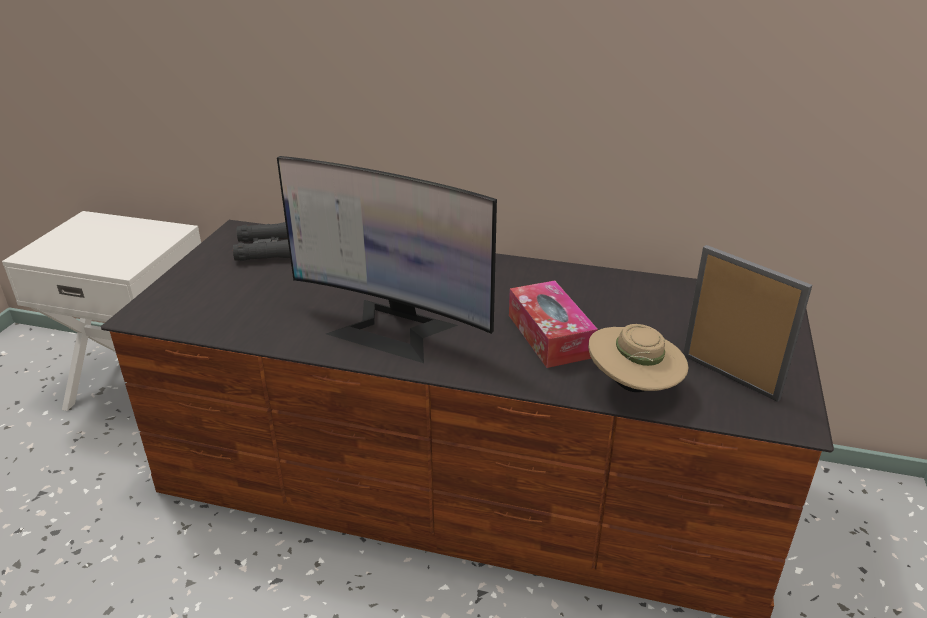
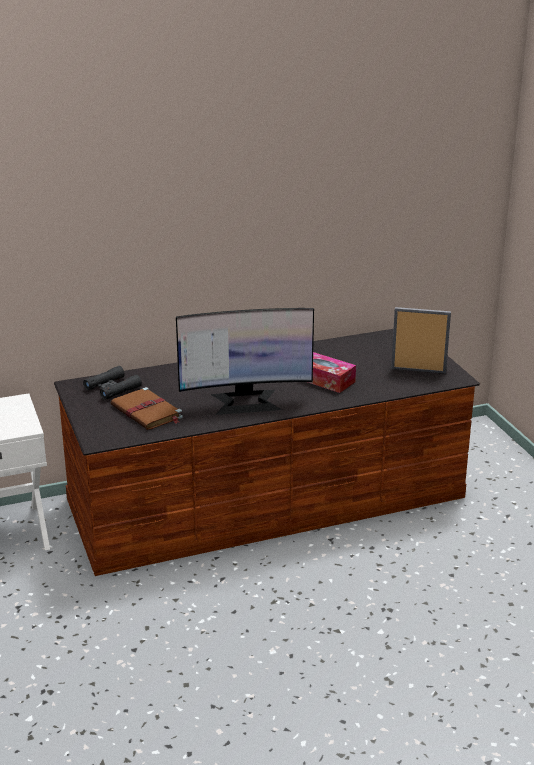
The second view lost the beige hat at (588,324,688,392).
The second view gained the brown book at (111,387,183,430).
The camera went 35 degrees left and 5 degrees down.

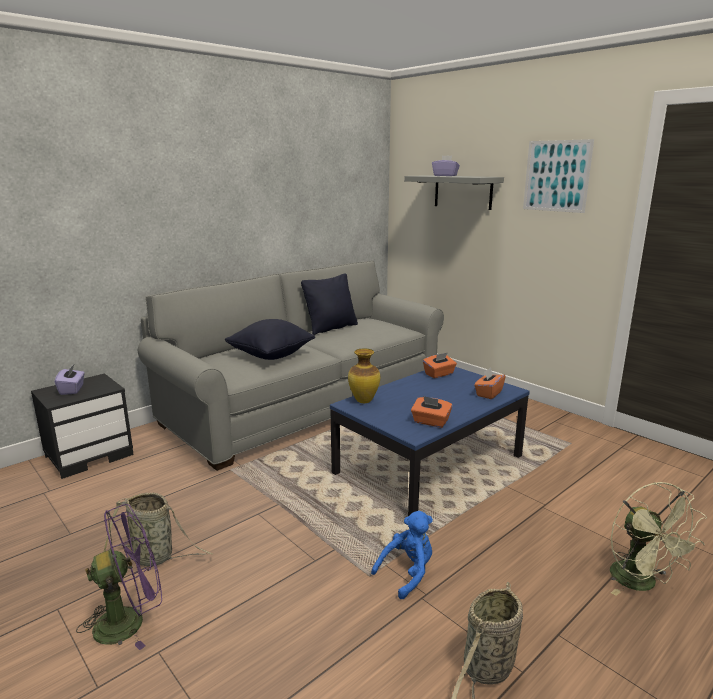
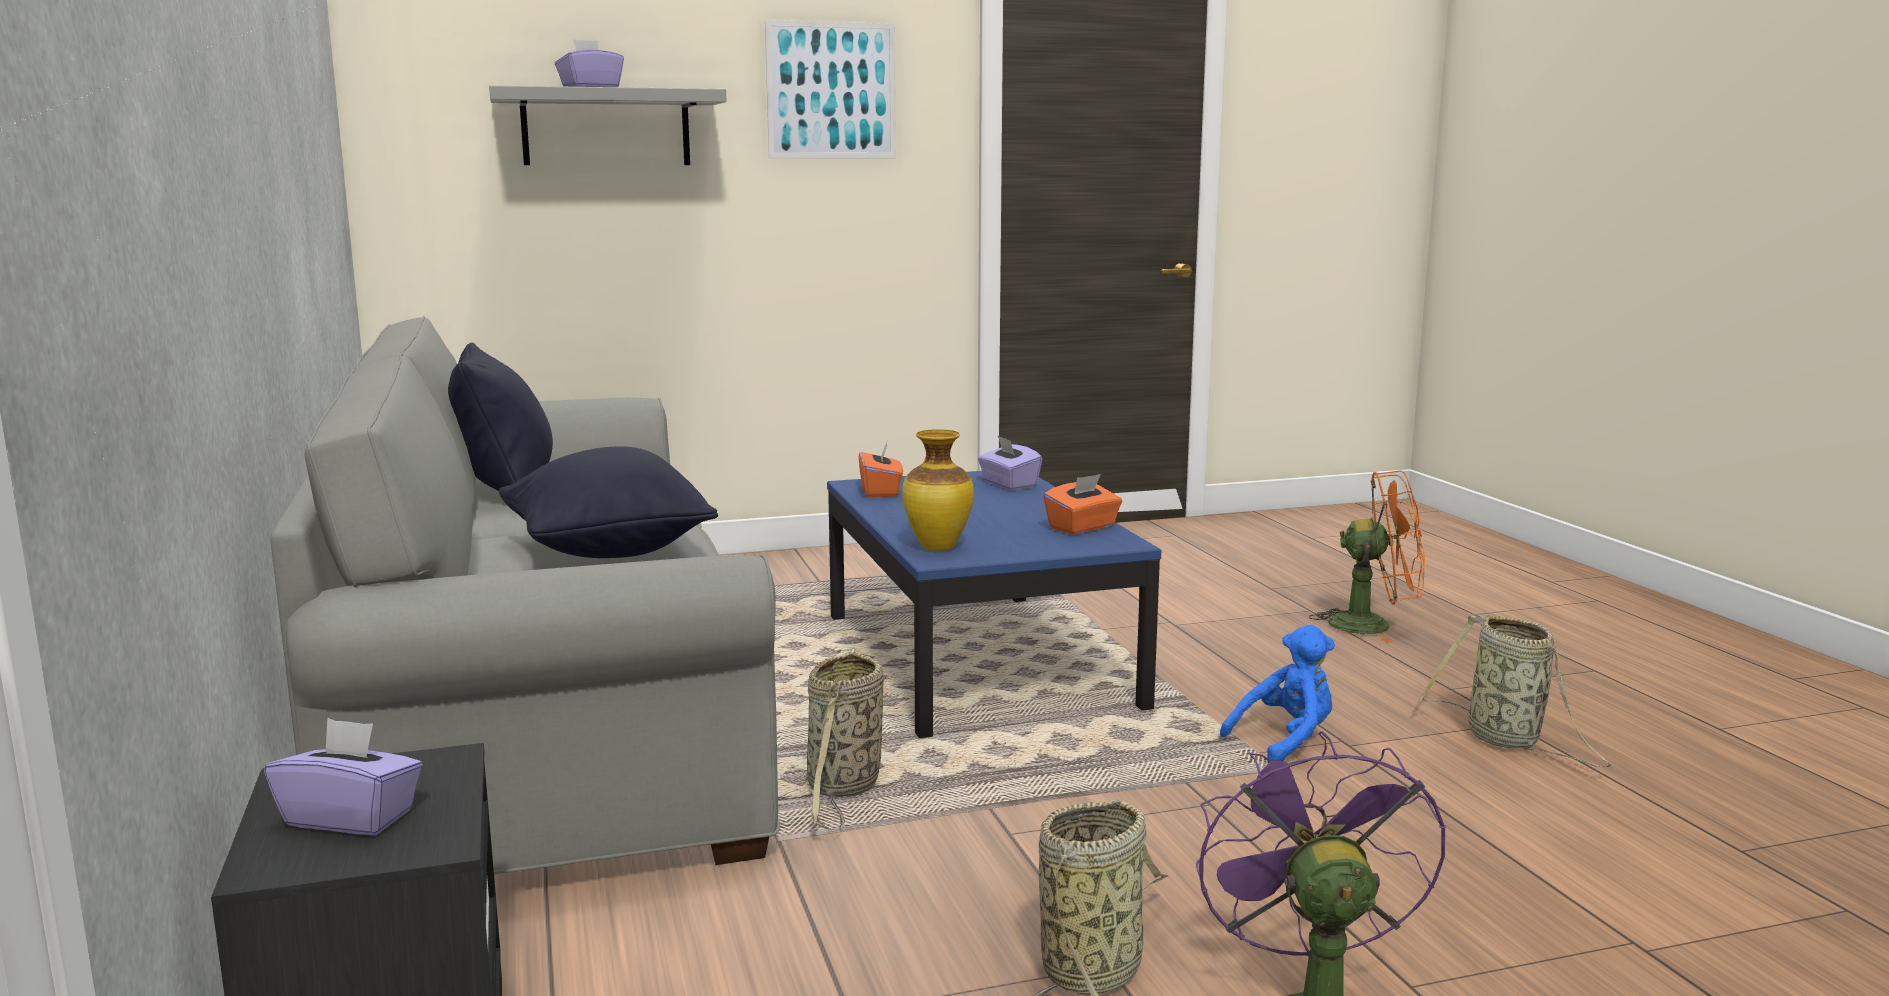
The second view gained the basket at (807,648,884,831).
What was the orange tissue box at (474,368,506,399) turned into the purple tissue box at (978,436,1042,491).
What was the green fan at (610,482,707,596) turned into the orange fan at (1309,471,1425,643).
The blue plush toy at (371,511,433,599) ended up facing another way, 75 degrees clockwise from before.
The camera went 65 degrees left and 5 degrees down.

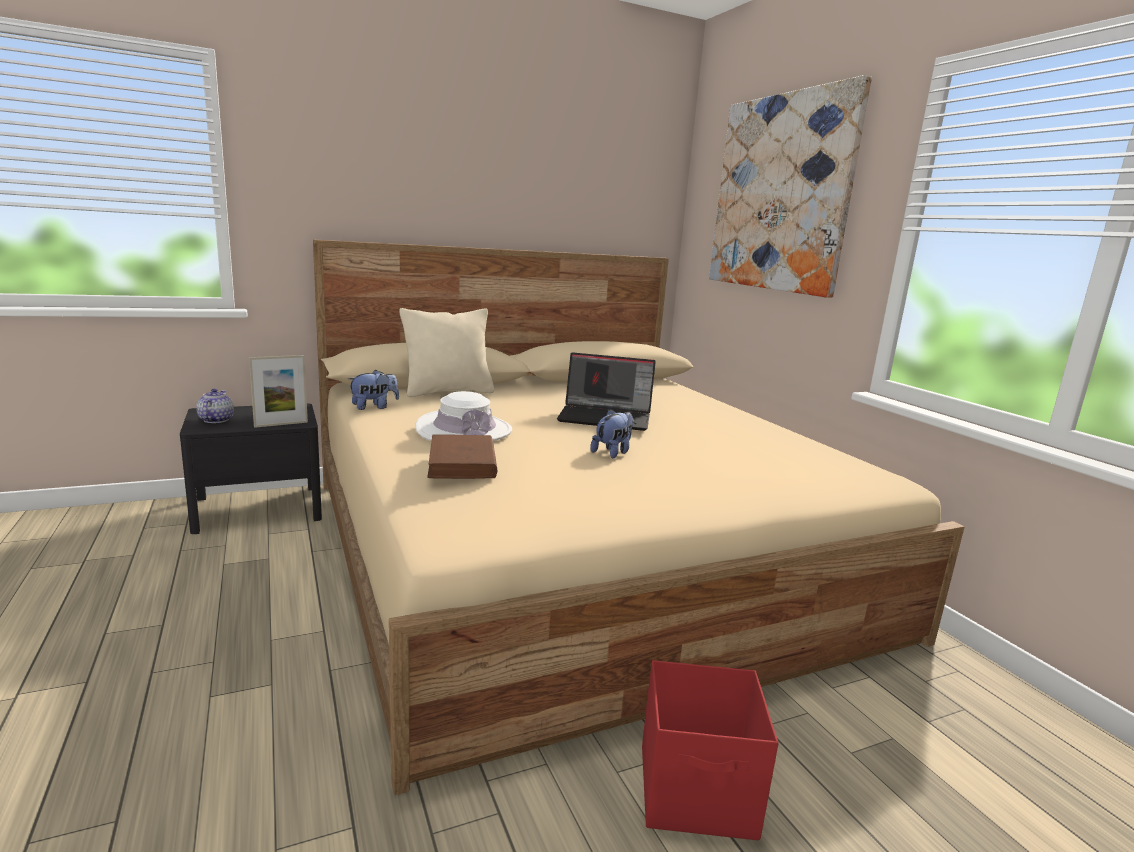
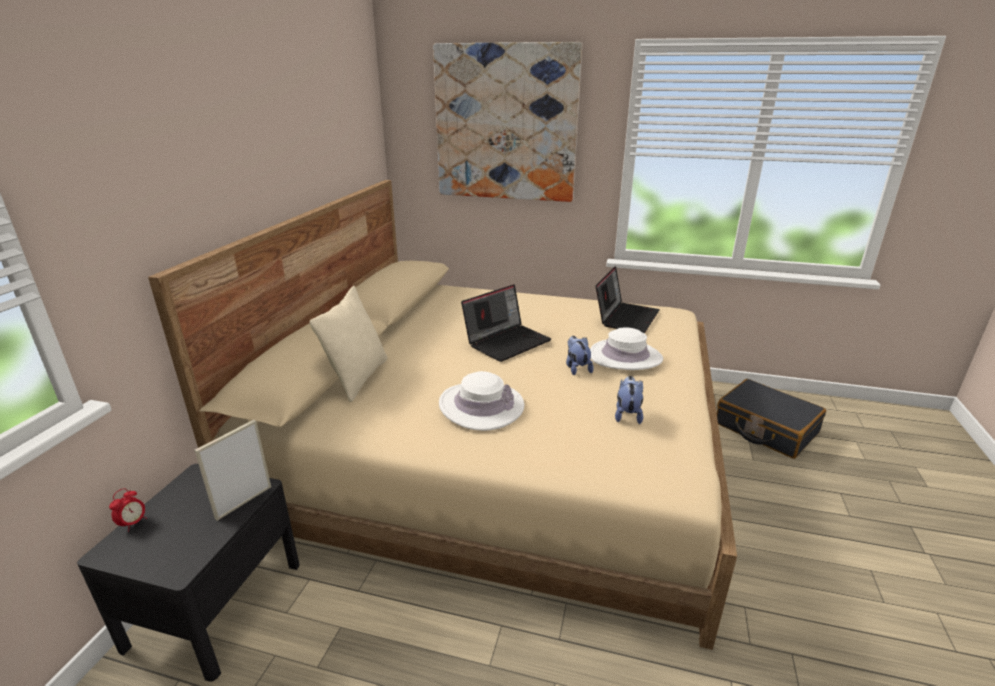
The second view lost the teapot at (196,389,234,423).
The second view lost the brown book at (427,434,498,479).
The second view lost the red storage box at (642,660,779,840).
The second view gained the alarm clock at (109,488,147,532).
The second view gained the white hat at (590,327,663,370).
The second view gained the laptop at (596,266,660,334).
The second view gained the black suitcase at (717,379,826,459).
The plush toy ended up elsewhere, having gone from (348,370,399,410) to (615,376,643,424).
The picture frame at (249,355,308,428) ended up facing another way, 150 degrees counterclockwise from before.
The camera went 50 degrees left and 10 degrees up.

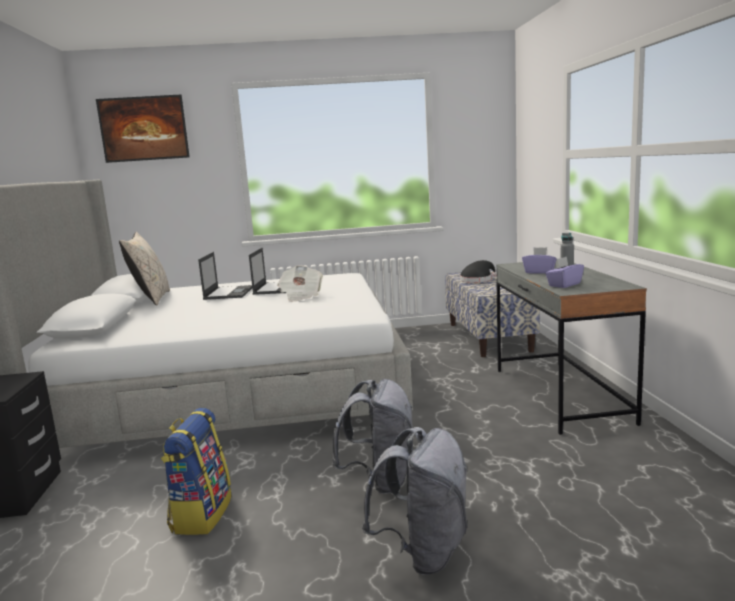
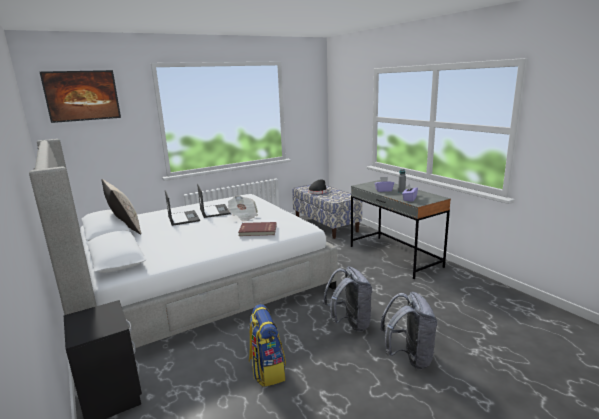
The second view gained the red book at (238,222,277,236).
The camera went 25 degrees left and 5 degrees up.

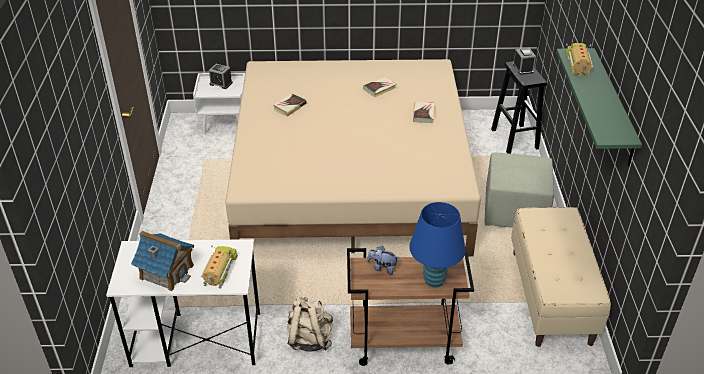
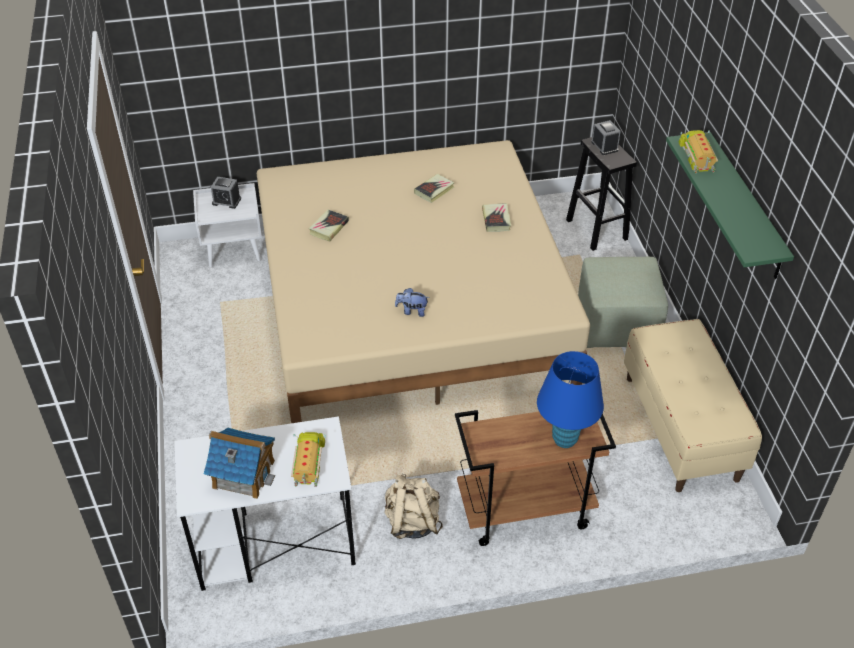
The plush toy ended up elsewhere, having gone from (367,246,399,275) to (395,288,429,317).
The camera went 10 degrees left and 5 degrees up.

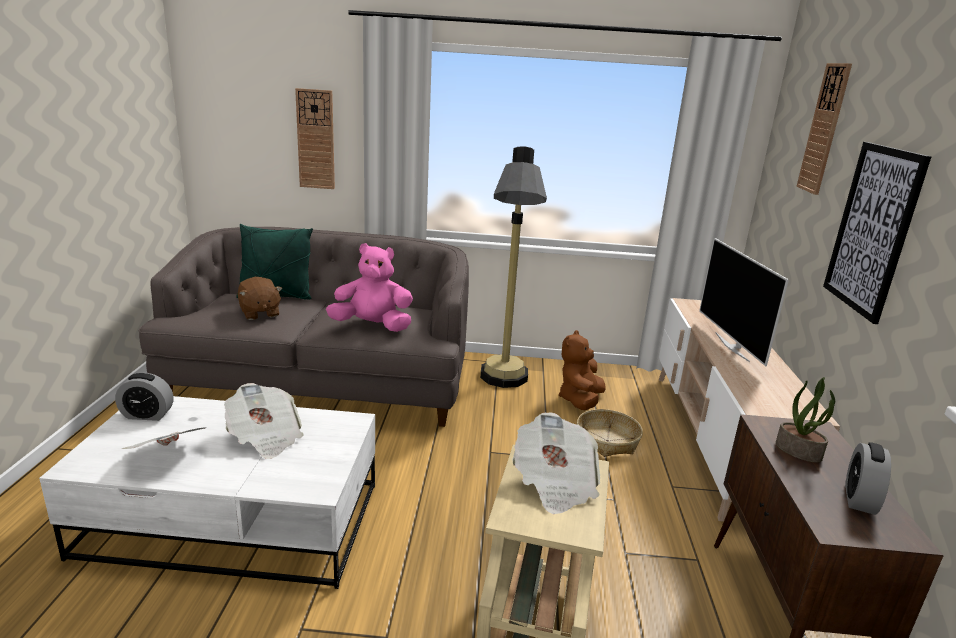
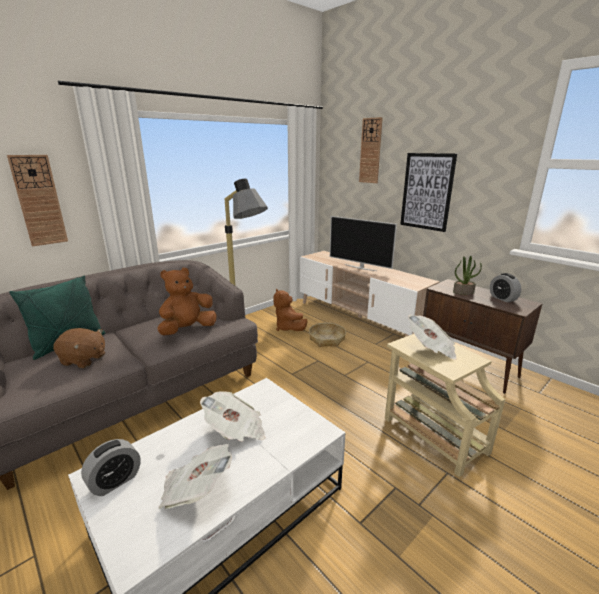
What was the pink plush toy at (326,243,413,332) turned into the brown plush toy at (157,268,216,335).
The camera went 45 degrees left and 0 degrees up.

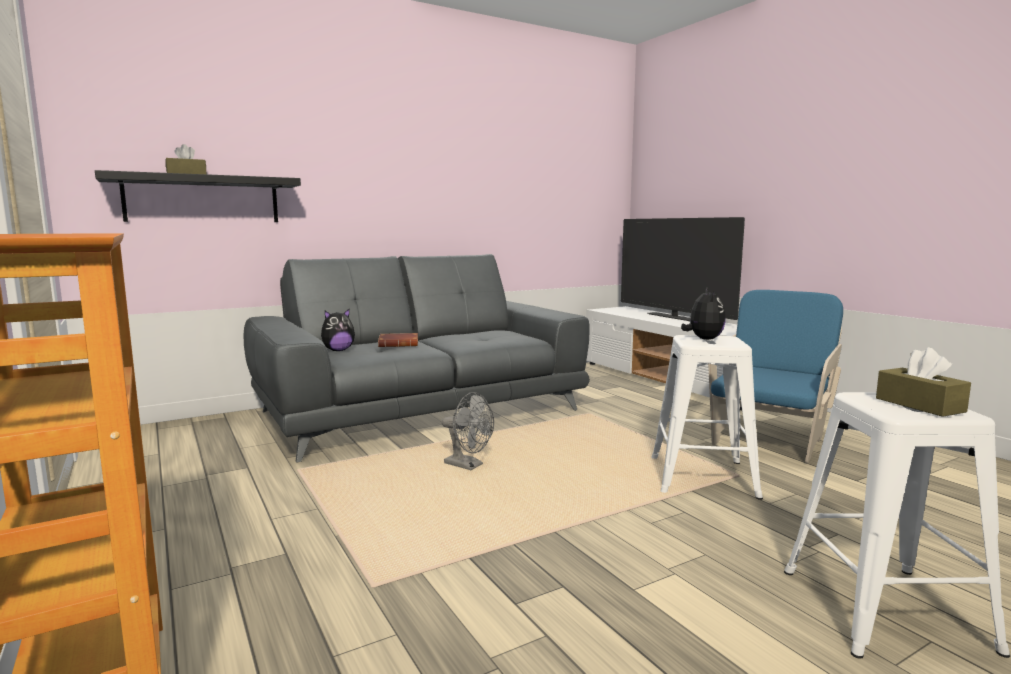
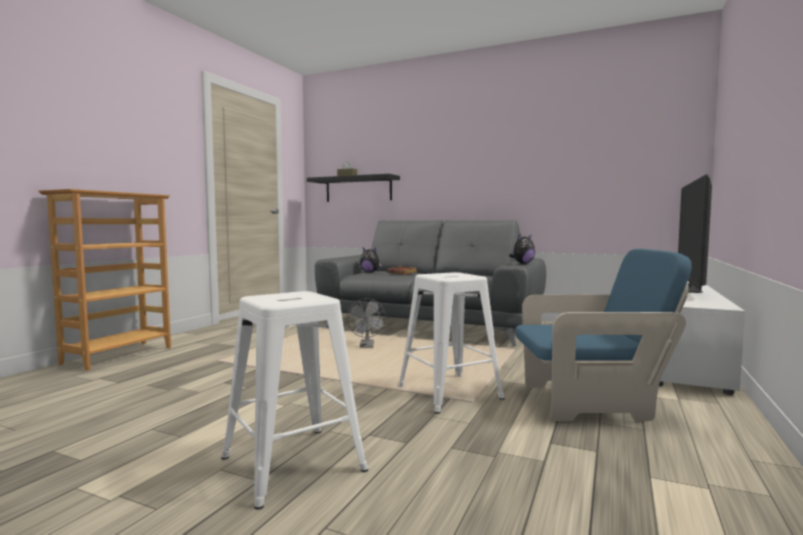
The second view lost the brown tissue box at (876,347,971,417).
The plush toy ended up elsewhere, having gone from (681,288,726,340) to (509,235,535,264).
The camera went 55 degrees right and 5 degrees down.

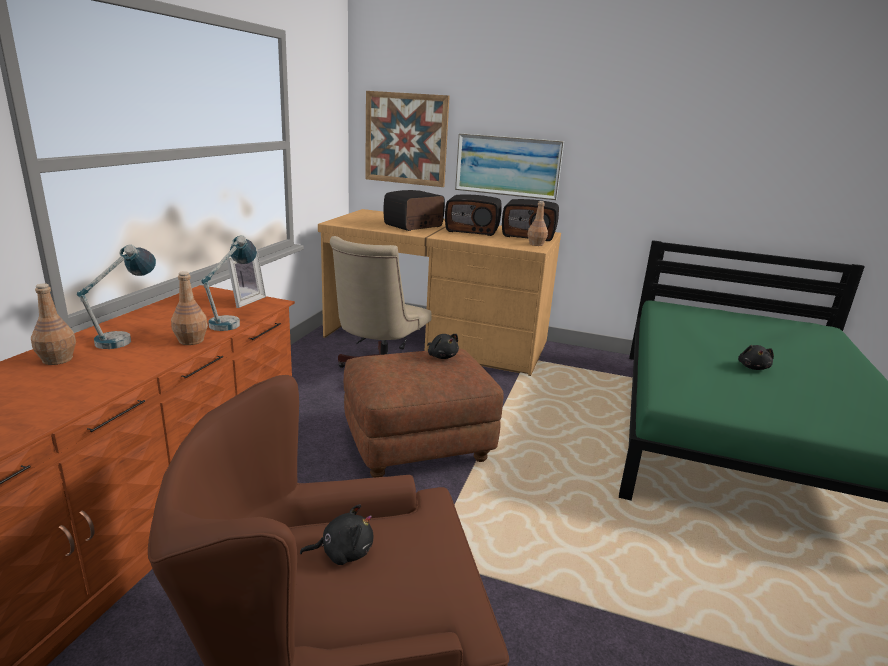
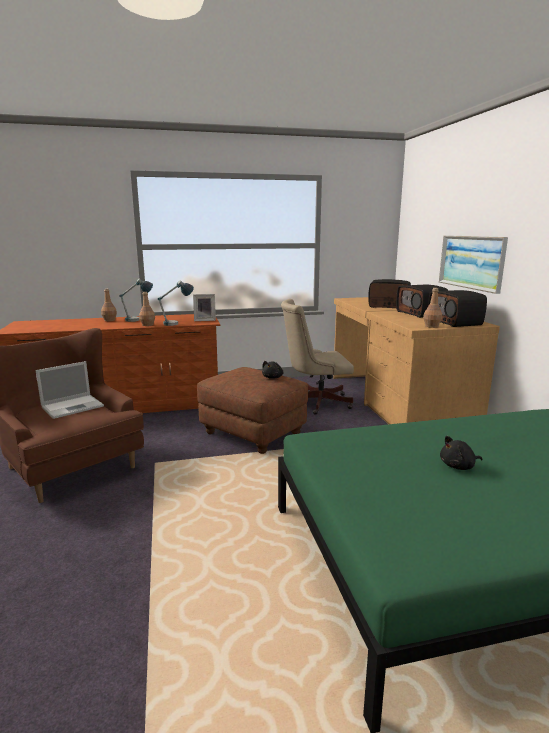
The second view lost the picture at (365,91,450,187).
Where the black plush toy stood at (300,504,373,565), the laptop came to stand at (36,361,104,419).
The camera went 60 degrees right and 5 degrees down.

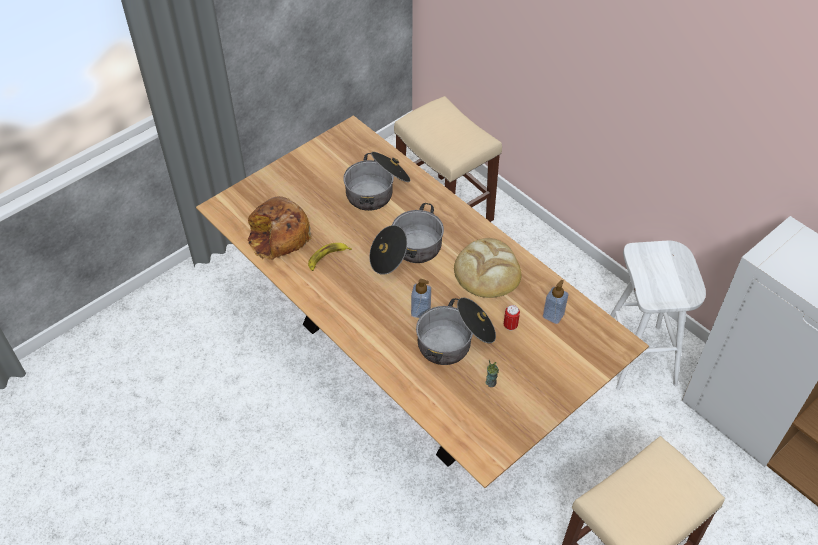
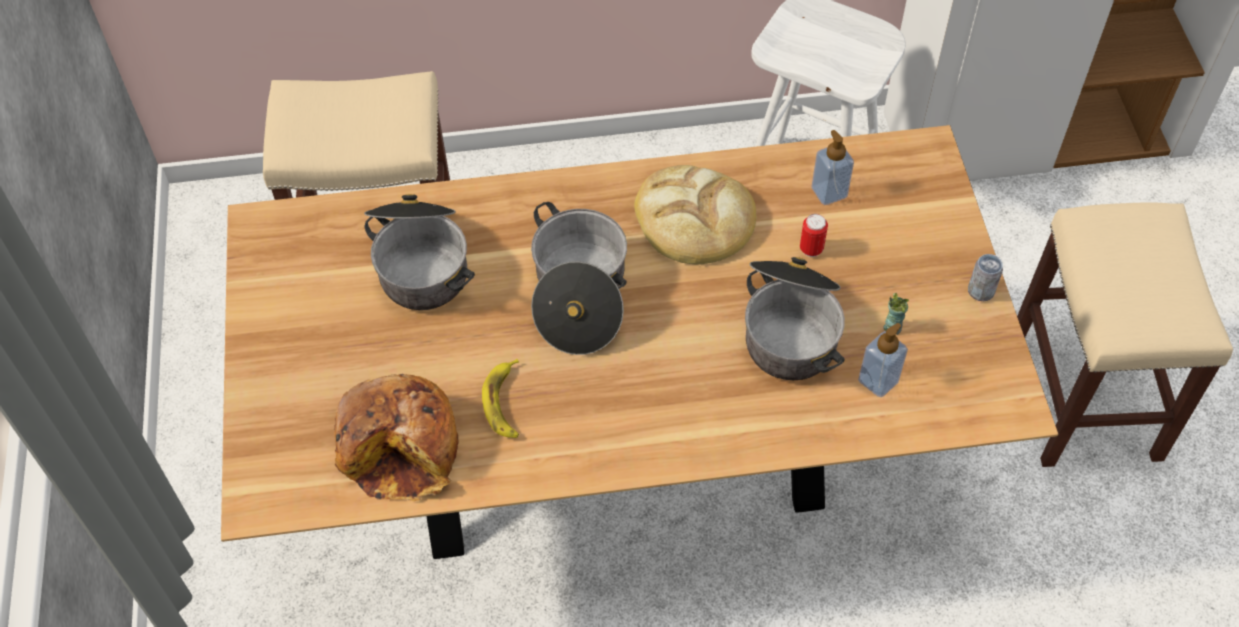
The second view gained the can at (968,254,1003,301).
The soap dispenser ended up elsewhere, having gone from (411,279,431,318) to (858,323,908,397).
The camera went 55 degrees left and 5 degrees up.

